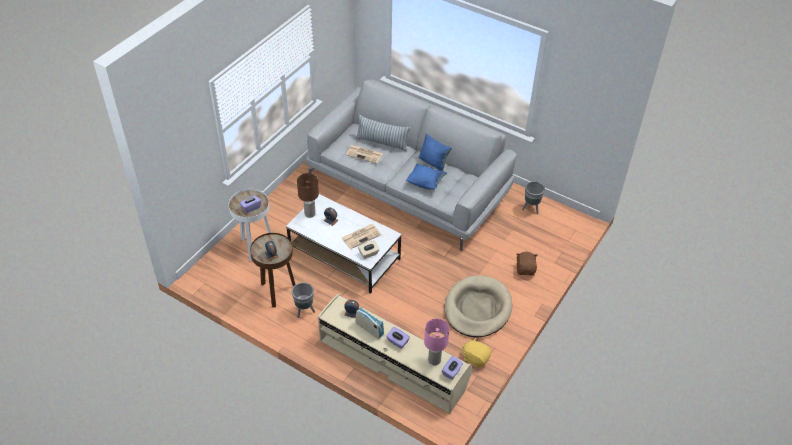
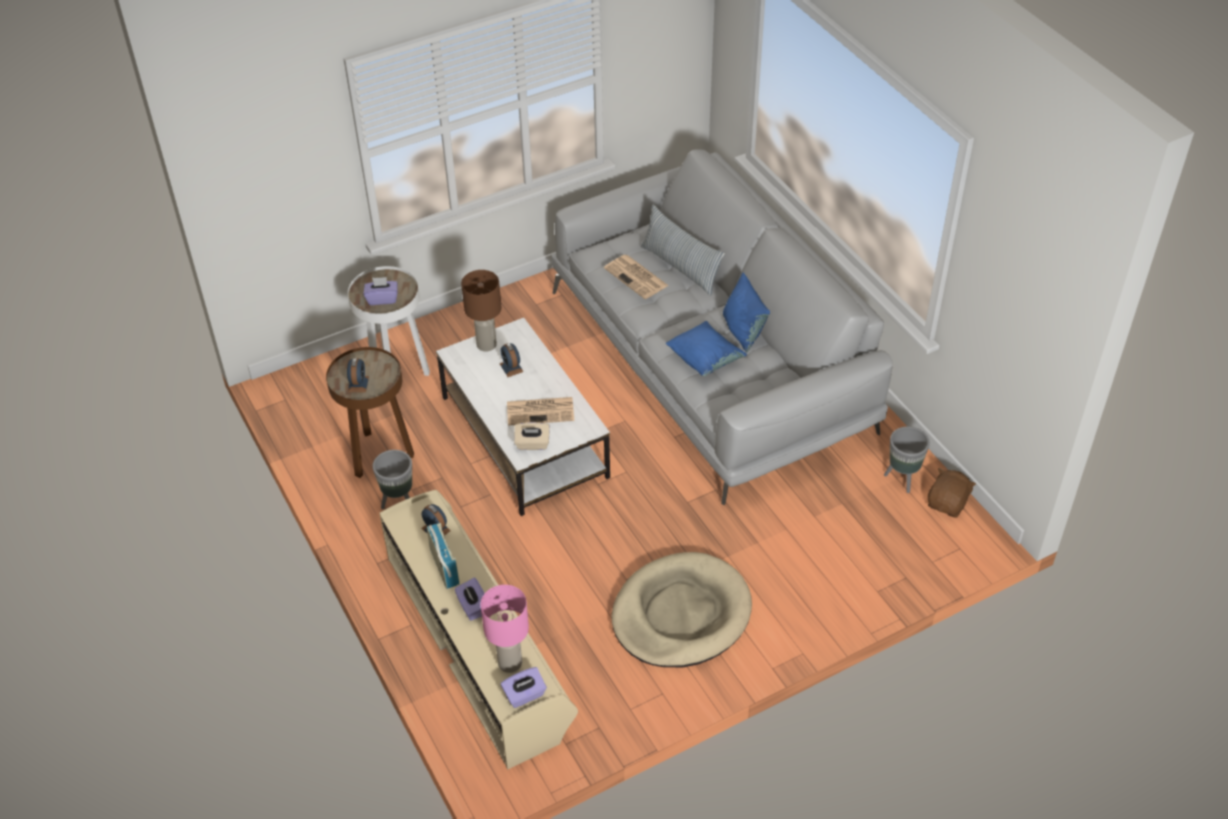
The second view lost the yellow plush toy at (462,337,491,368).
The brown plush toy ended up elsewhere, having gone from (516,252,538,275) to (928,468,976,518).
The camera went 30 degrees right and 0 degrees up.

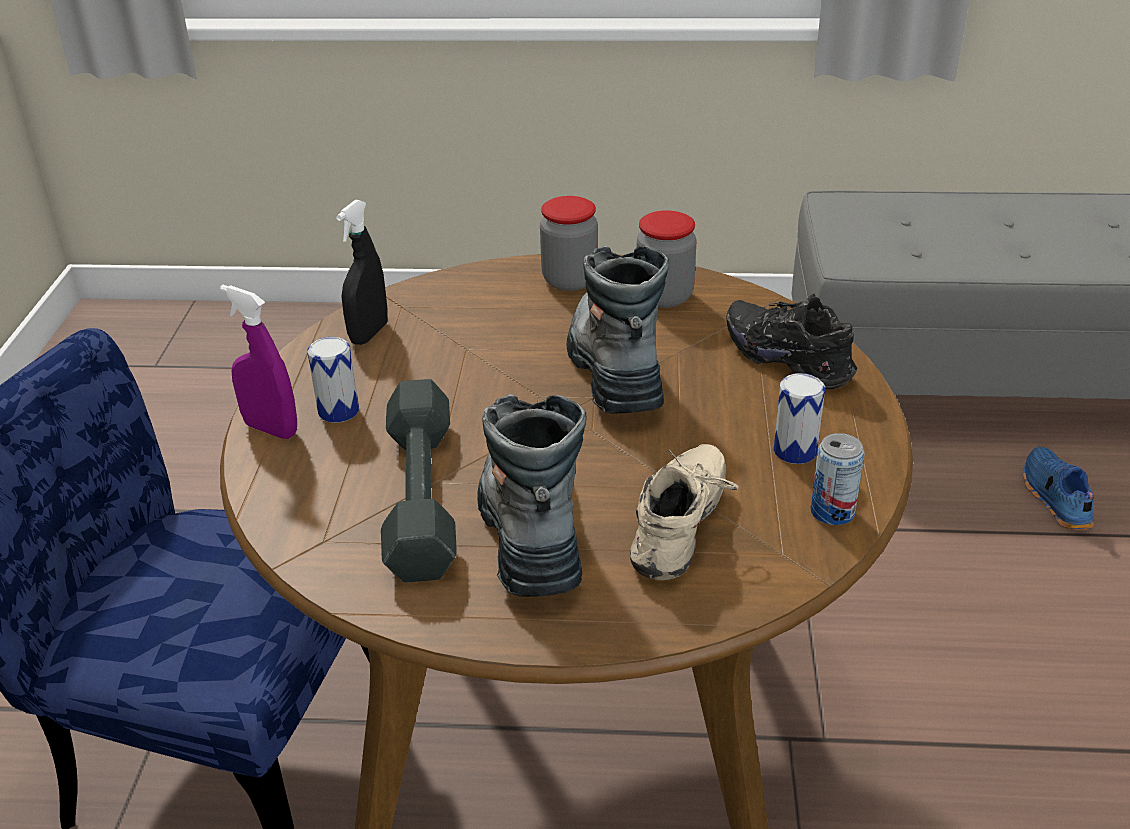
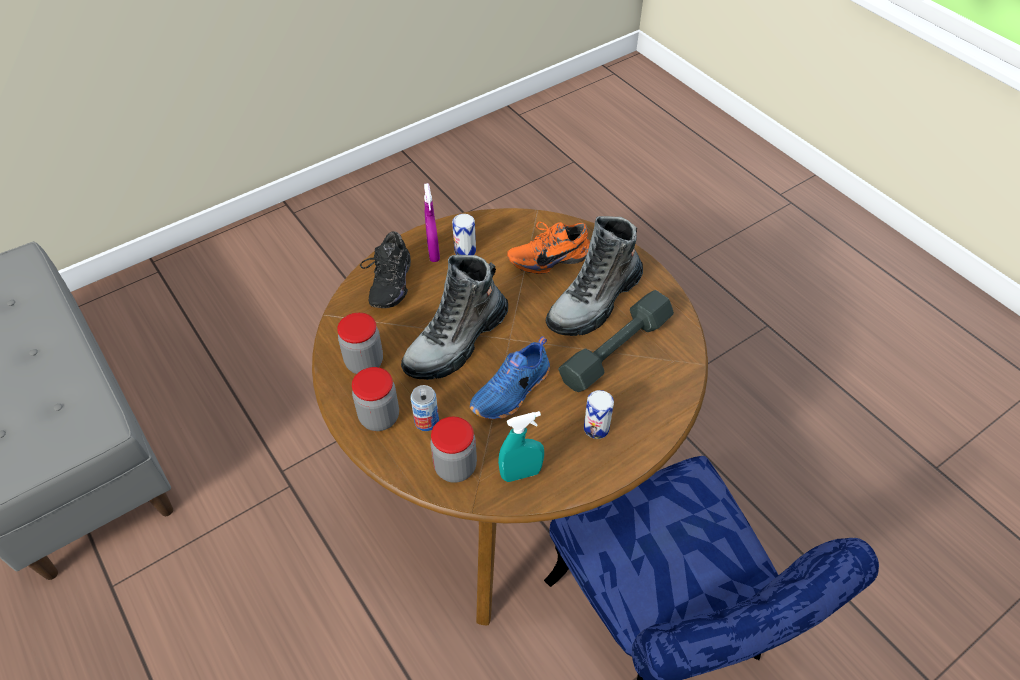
The second view gained the jar at (430,417,477,483).
The purple spray bottle ended up elsewhere, having gone from (220,285,297,439) to (424,183,440,262).
The can ended up elsewhere, having gone from (810,433,865,525) to (411,385,439,431).
The blue shoe ended up elsewhere, having gone from (1023,447,1094,530) to (470,336,550,420).
What was the black spray bottle at (336,200,388,345) turned into the turquoise spray bottle at (498,411,544,482).
What was the beige shoe at (630,444,739,581) turned into the orange shoe at (507,222,590,274).
The camera went 130 degrees left and 15 degrees up.

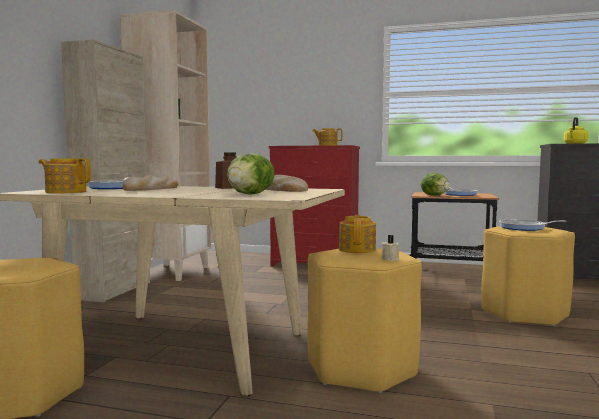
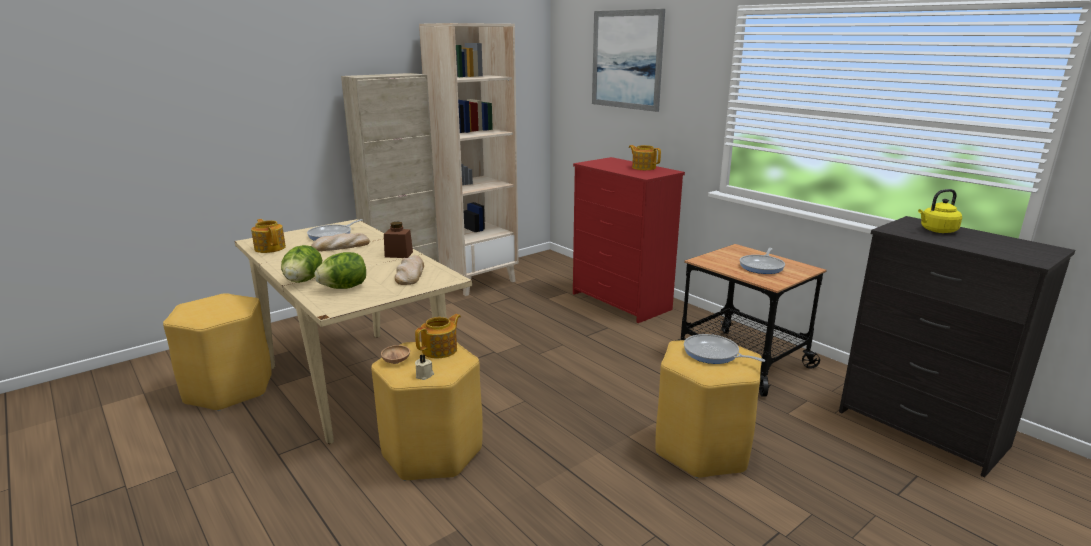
The second view gained the brown bowl at (381,345,410,364).
The second view gained the picture at (592,9,665,112).
The lettuce ended up elsewhere, having gone from (421,173,450,196) to (281,245,322,283).
The camera went 35 degrees right and 15 degrees up.

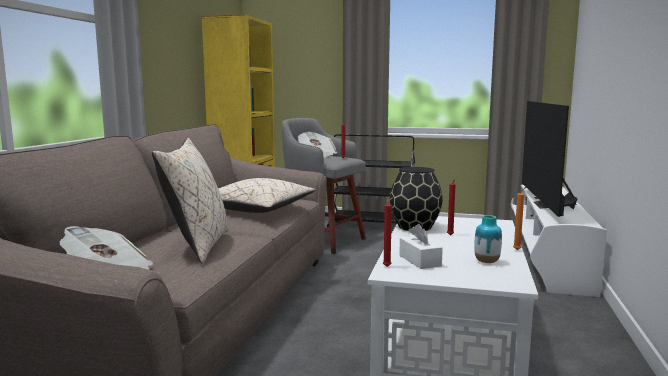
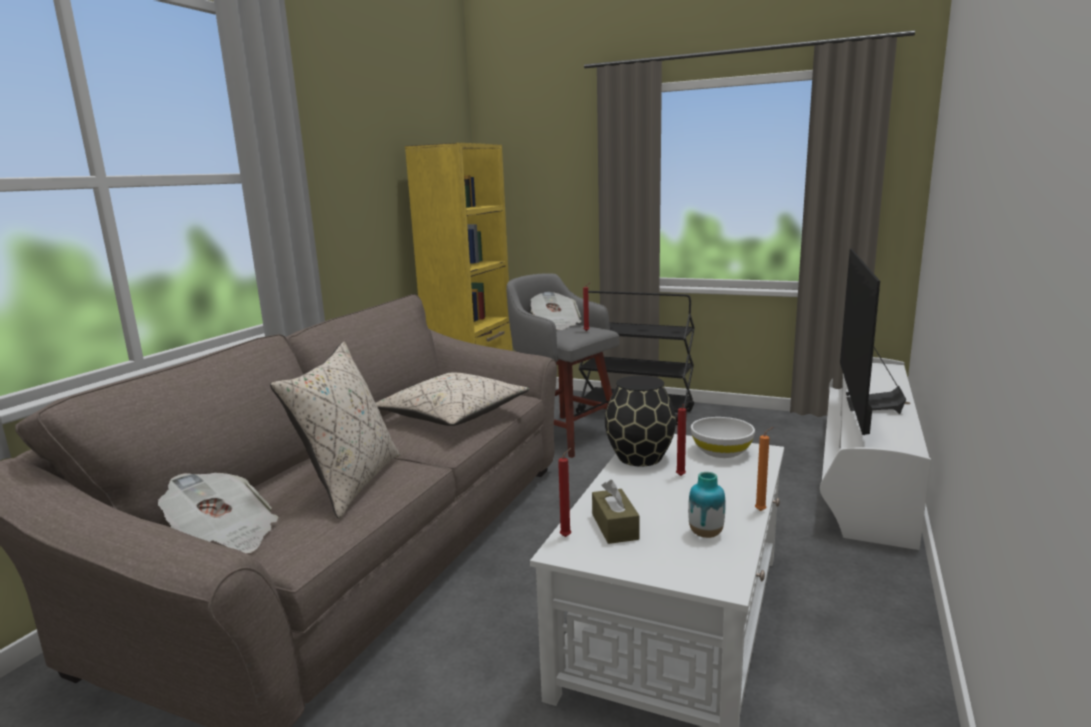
The second view gained the white bowl at (691,417,755,458).
What was the white tissue box at (399,224,443,269) turned into the brown tissue box at (592,480,640,544).
The camera went 10 degrees right and 5 degrees up.

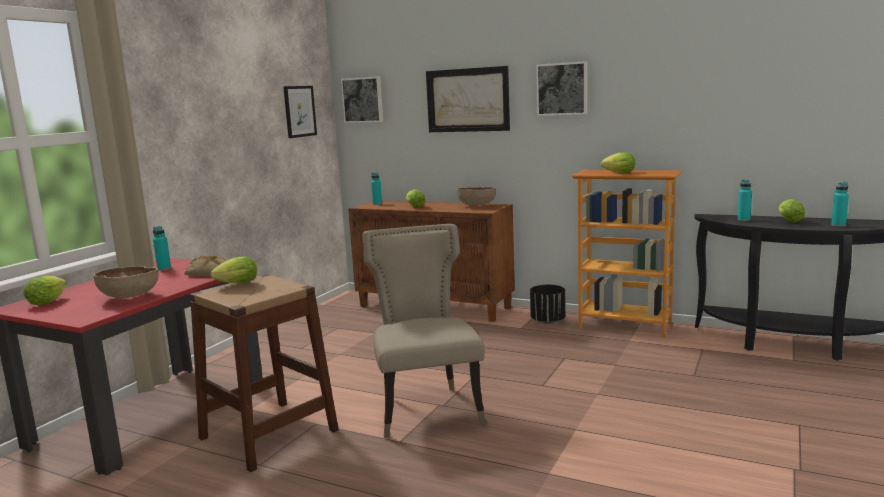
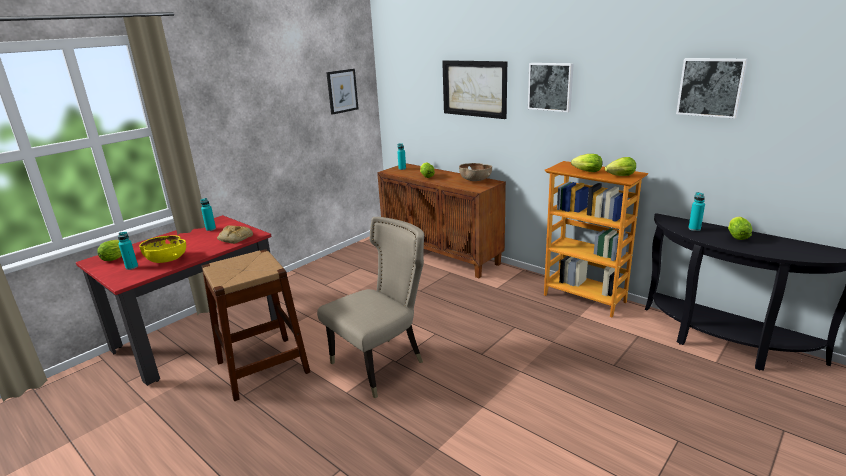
The second view lost the black planter at (530,285,566,324).
The lettuce ended up elsewhere, having gone from (211,256,257,284) to (605,157,636,176).
The picture ended up elsewhere, having gone from (341,77,383,123) to (676,58,748,119).
The turquoise bottle ended up elsewhere, having gone from (831,182,849,227) to (118,232,138,270).
What was the brown bowl at (93,266,159,298) turned into the yellow bowl at (139,235,186,263).
The beige chair at (363,224,486,438) ended up facing another way, 45 degrees clockwise from before.
The camera went 15 degrees right and 10 degrees up.

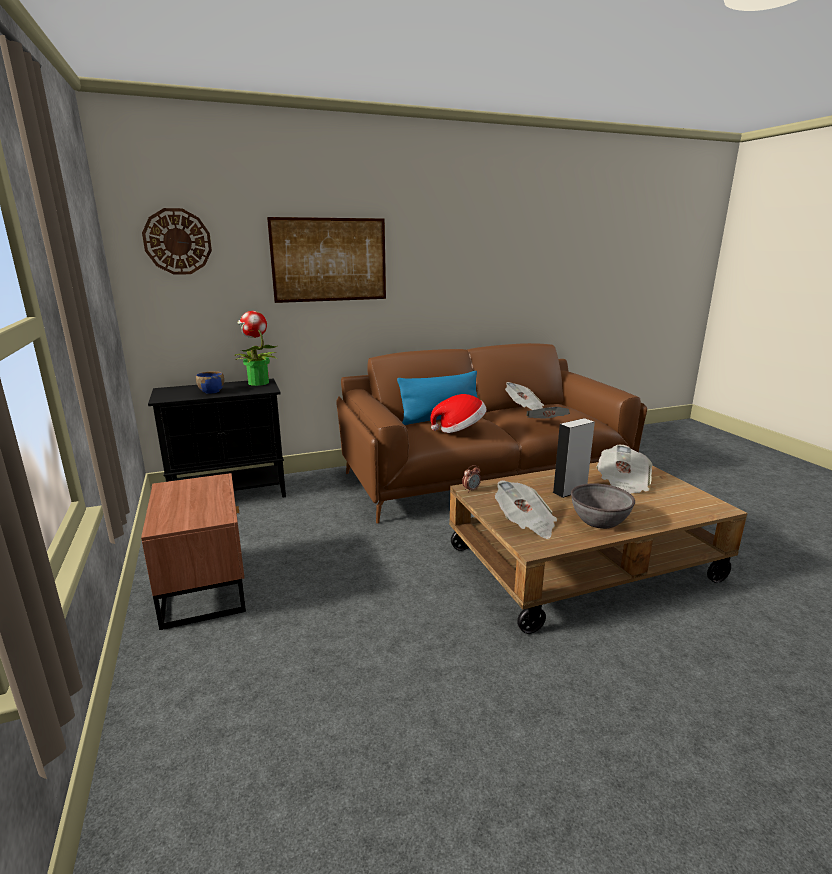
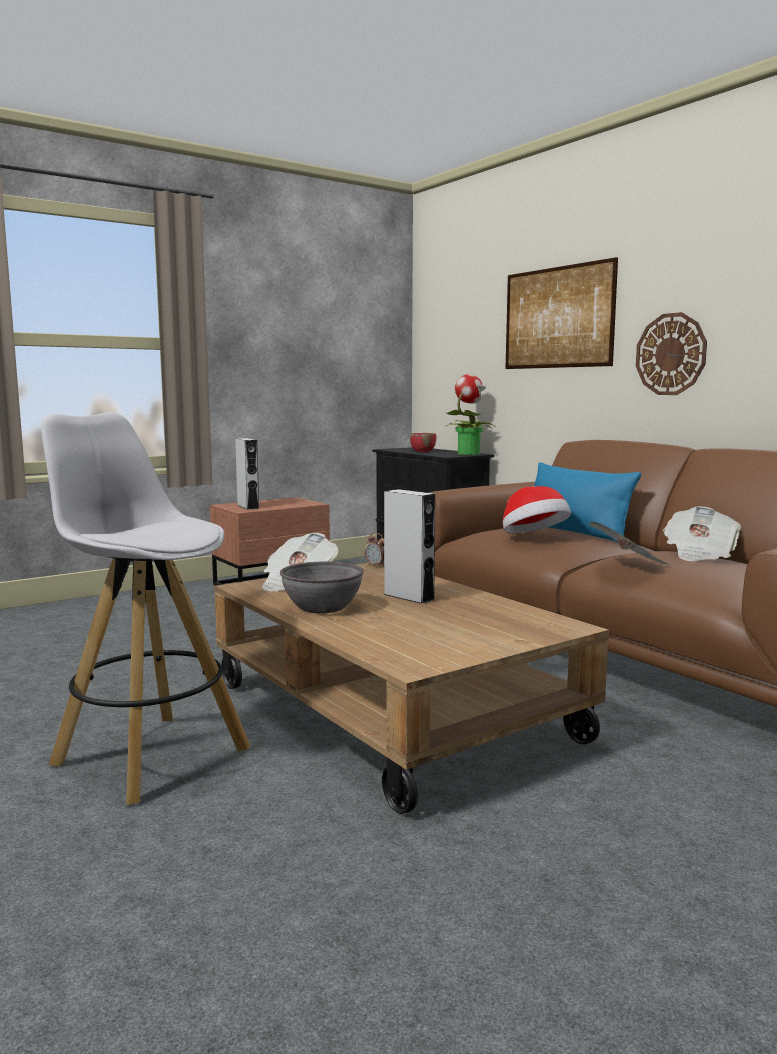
The second view lost the newspaper at (597,445,652,494).
The second view gained the white stool at (41,412,250,805).
The second view gained the grey speaker at (235,438,259,510).
The wall clock ended up elsewhere, having gone from (142,208,212,275) to (636,312,707,395).
What was the blue bowl at (196,371,224,394) turned into the red bowl at (410,433,436,452).
The camera went 75 degrees right and 10 degrees down.

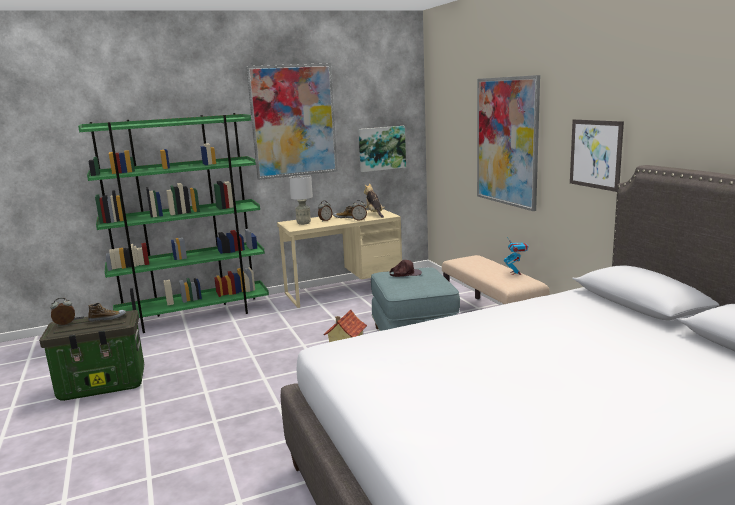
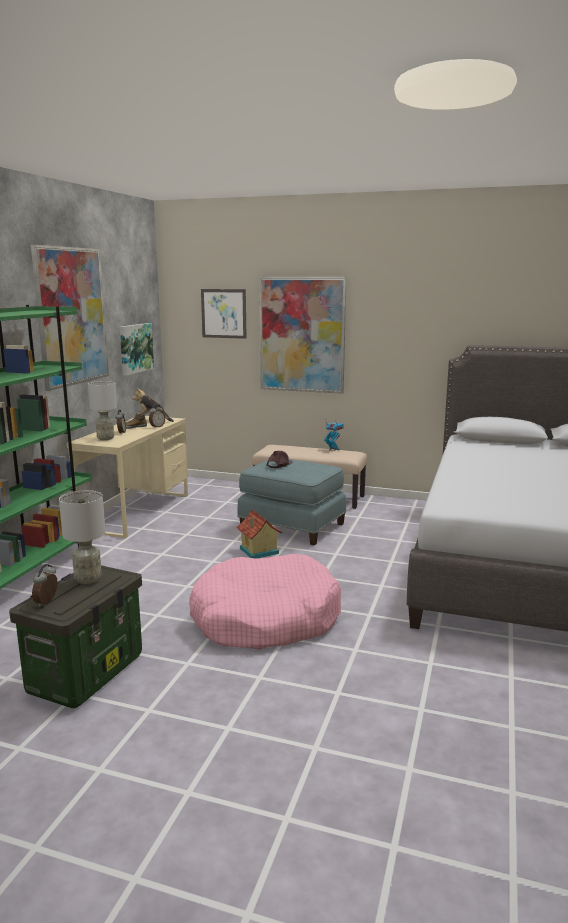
The second view gained the pink dog bed at (189,554,341,650).
The picture ended up elsewhere, having gone from (570,119,624,192) to (201,289,247,339).
Where the shoe stood at (88,303,126,322), the grey table lamp came to stand at (59,490,106,584).
The camera went 50 degrees left and 0 degrees up.

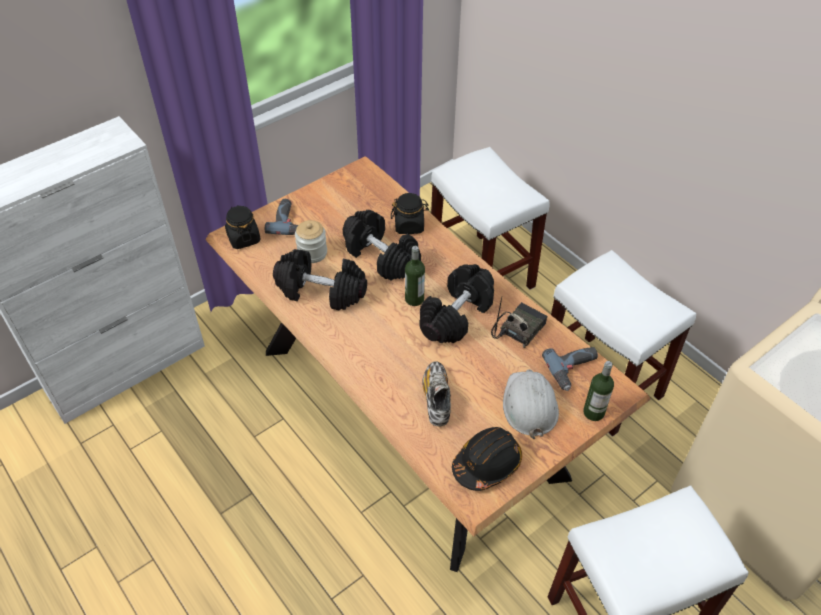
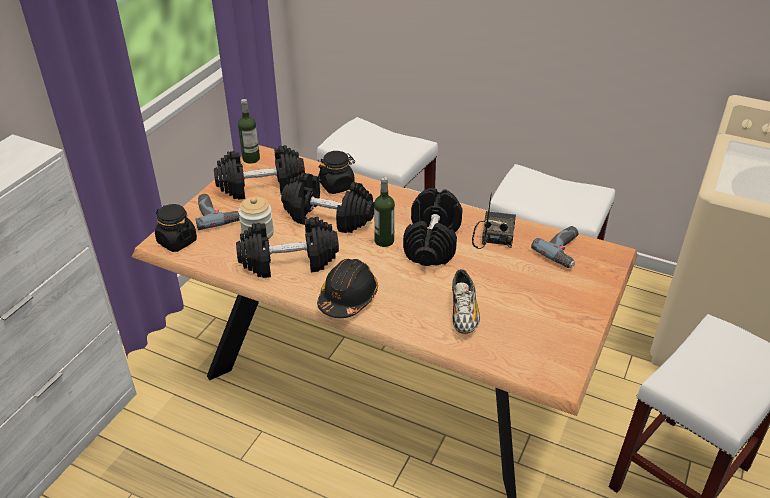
The second view lost the white hard hat at (503,370,559,440).
The second view gained the black dumbbell at (214,145,305,200).
The black hard hat ended up elsewhere, having gone from (452,427,522,491) to (317,259,378,318).
The bottle ended up elsewhere, having gone from (583,361,614,421) to (238,99,260,164).
The shoe at (422,361,451,427) ended up facing another way, 150 degrees counterclockwise from before.
The camera went 25 degrees left and 10 degrees down.

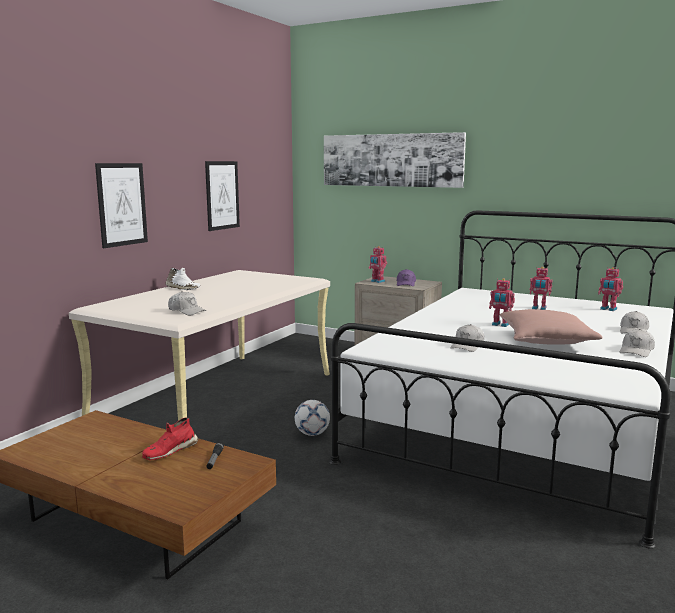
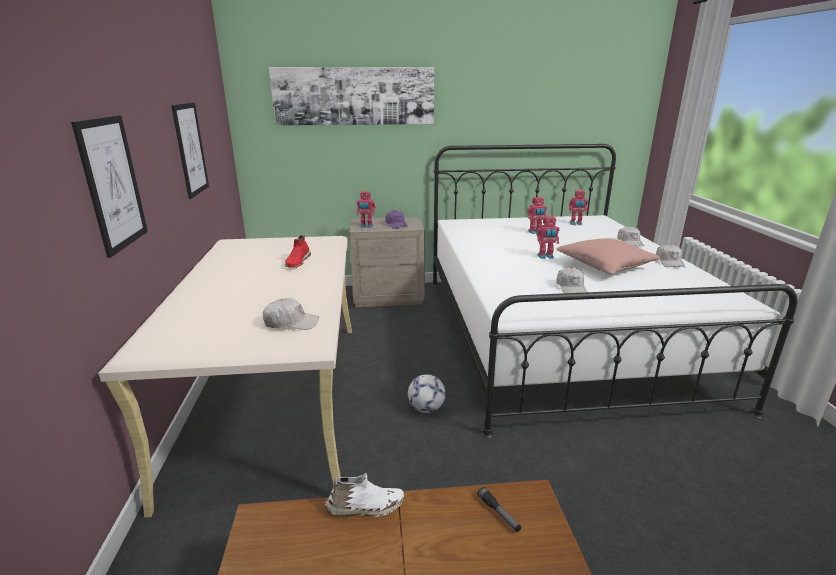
The red shoe ended up elsewhere, having gone from (142,417,199,460) to (285,235,311,268).
The white shoe ended up elsewhere, having gone from (165,268,200,290) to (325,473,404,517).
The camera went 35 degrees left and 10 degrees up.

